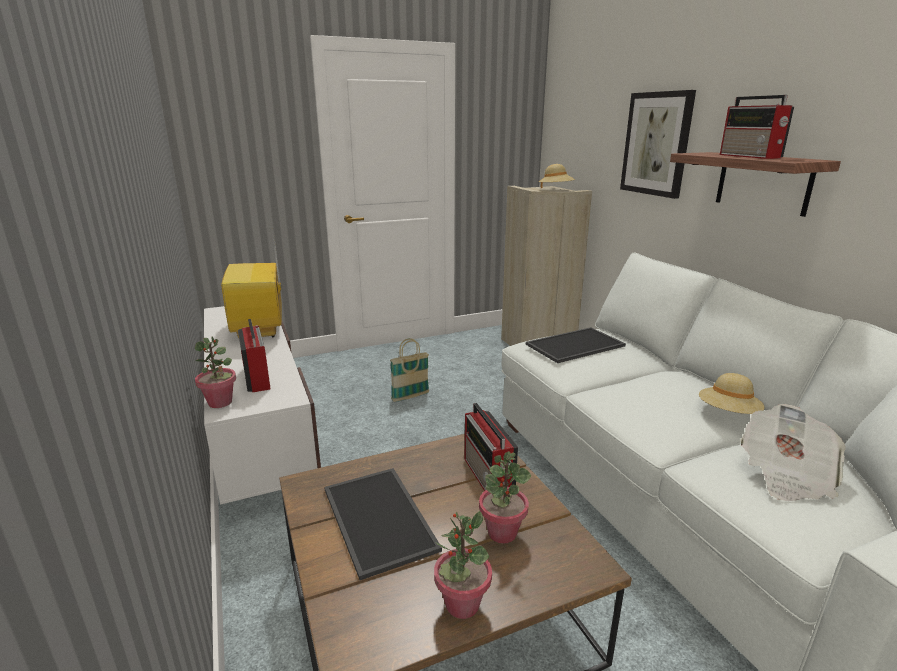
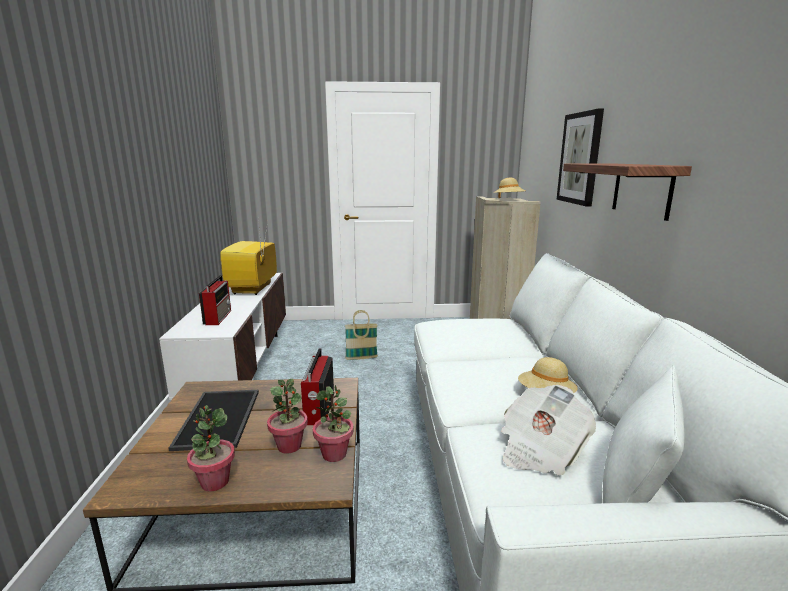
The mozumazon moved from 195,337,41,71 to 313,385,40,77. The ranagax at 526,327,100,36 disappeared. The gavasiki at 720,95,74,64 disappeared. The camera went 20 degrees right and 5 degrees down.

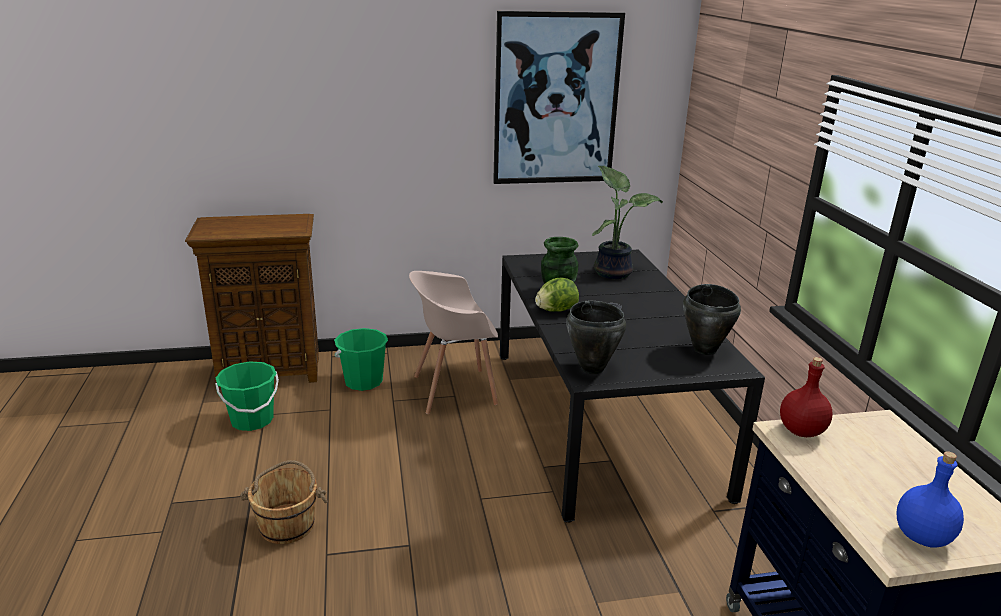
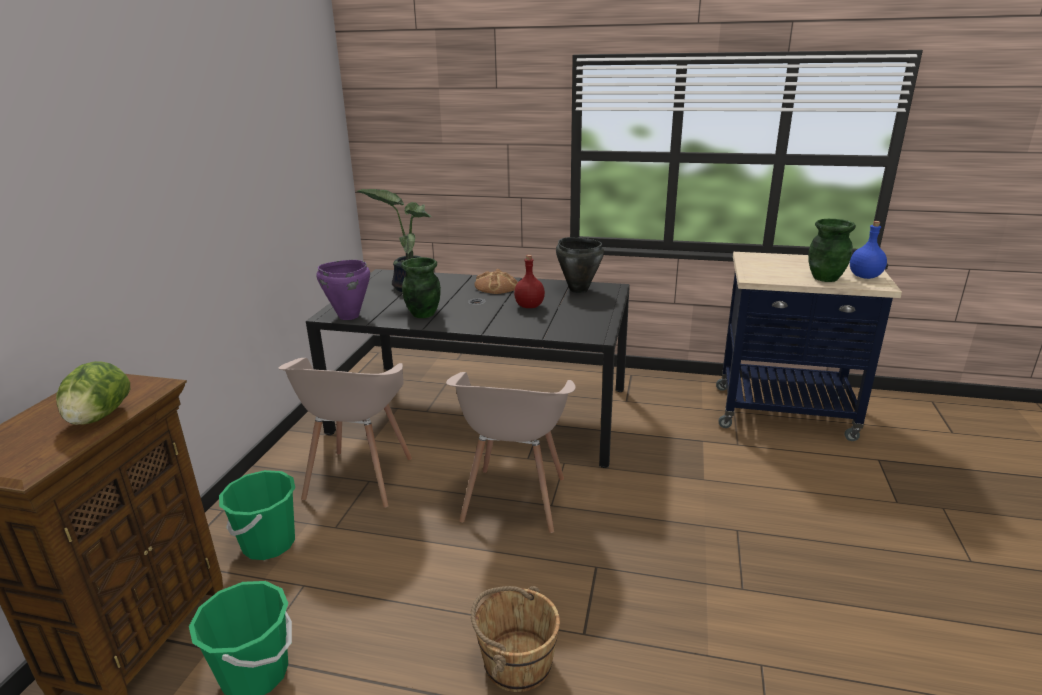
The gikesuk at 493,11,132,173 disappeared. The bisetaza moved from 535,277,44,35 to 56,361,74,64. The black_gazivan at 566,301,60,73 disappeared. The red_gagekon moved from 780,357,53,80 to 514,255,31,53. The purple_gazivan at 316,260,54,60 appeared. The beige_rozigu at 446,372,130,161 appeared. The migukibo at 475,269,43,25 appeared. The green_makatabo at 808,219,48,63 appeared. The camera went 65 degrees left and 0 degrees up.

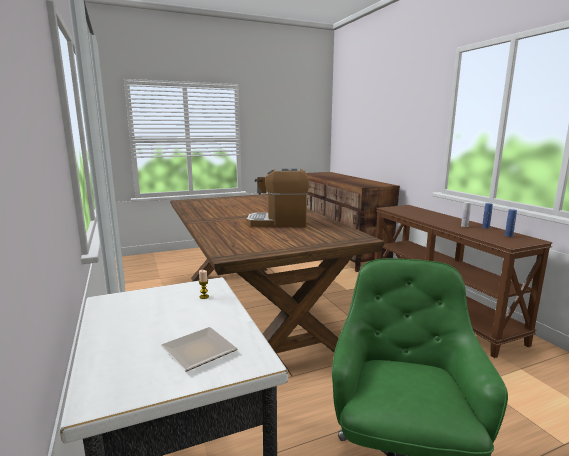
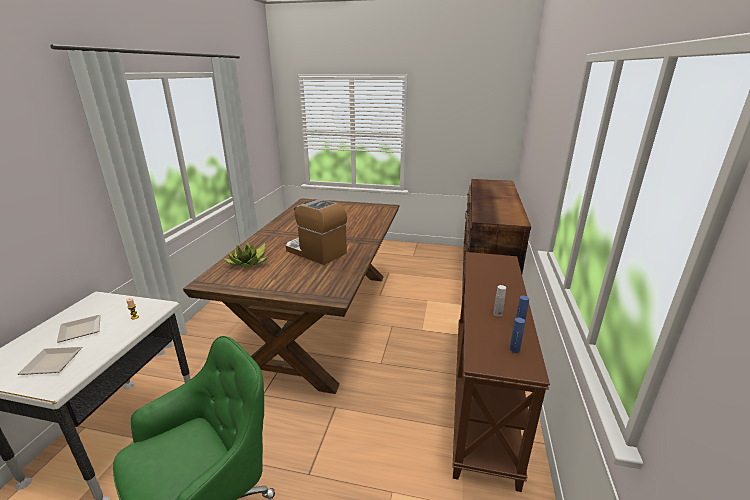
The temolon at 57,315,44,28 appeared. The mozumazon at 223,242,45,26 appeared. The camera went 35 degrees right and 10 degrees up.

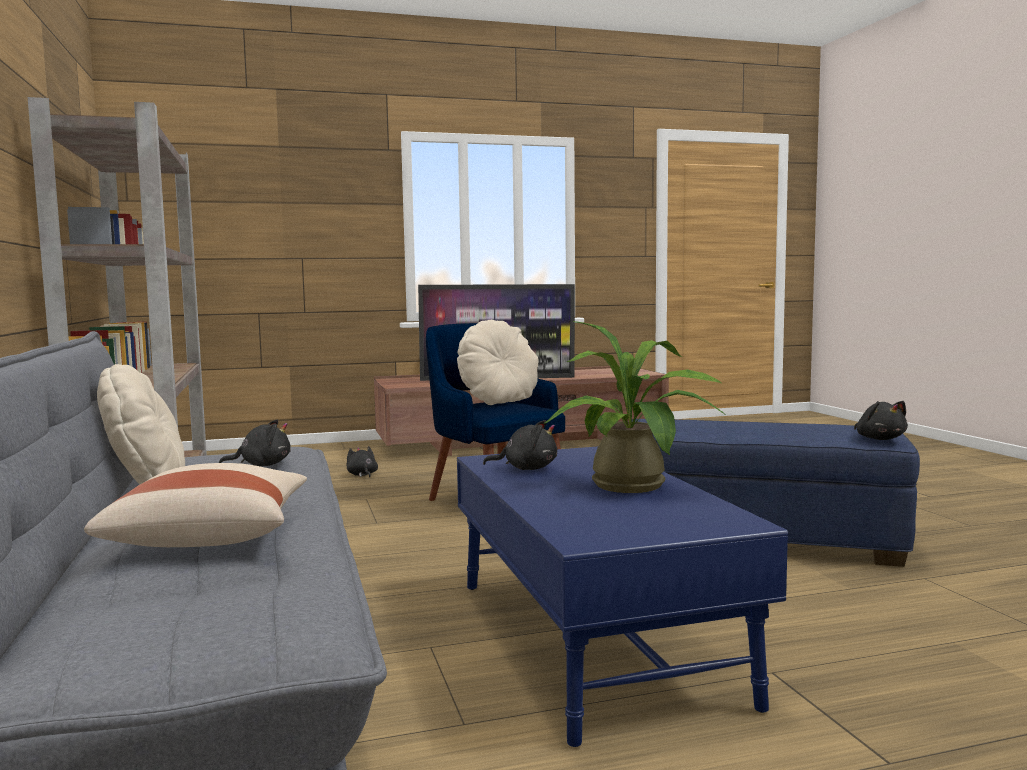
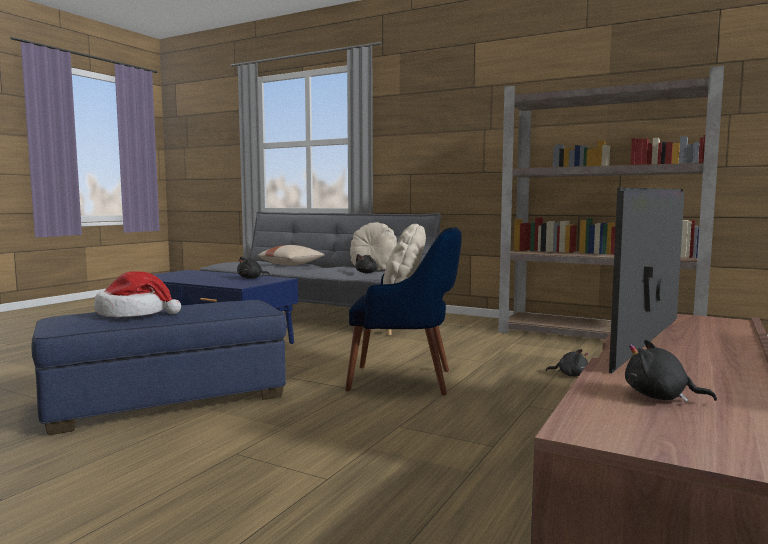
The mozumazon at 543,321,184,172 disappeared. The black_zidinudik moved from 854,401,54,39 to 625,339,92,63. The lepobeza at 94,271,87,46 appeared. The camera went 135 degrees right and 0 degrees up.

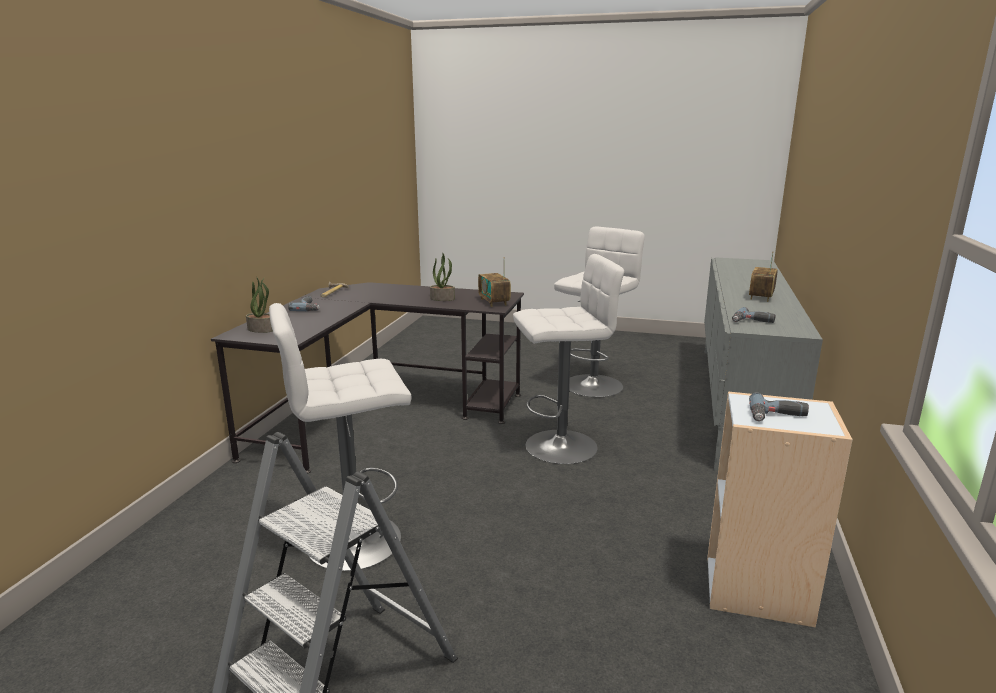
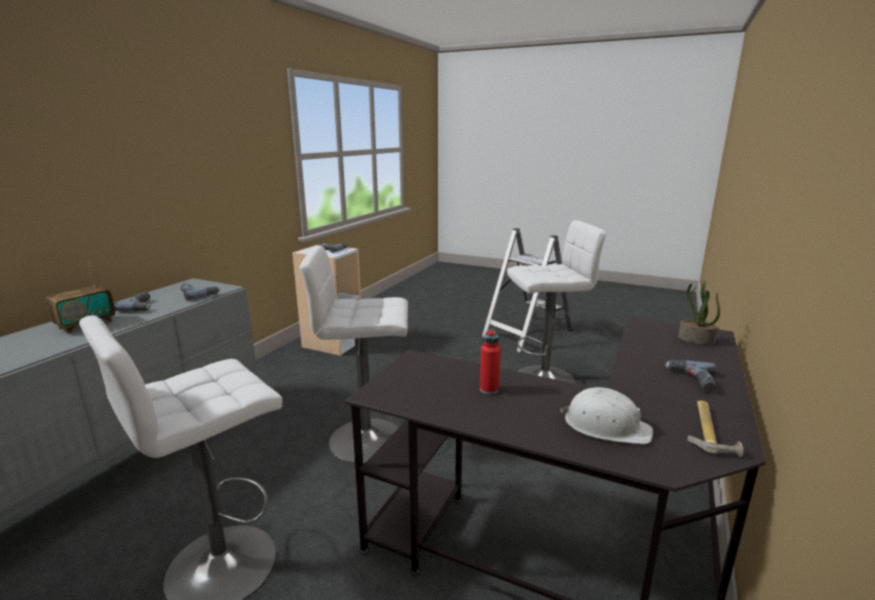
The mozumazon at 430,253,25,48 was replaced by the red_gagekon at 480,329,21,65. The gavasiki at 478,257,33,50 disappeared. The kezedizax at 114,292,37,19 appeared. The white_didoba at 560,387,93,57 appeared. The camera went 170 degrees left and 0 degrees up.

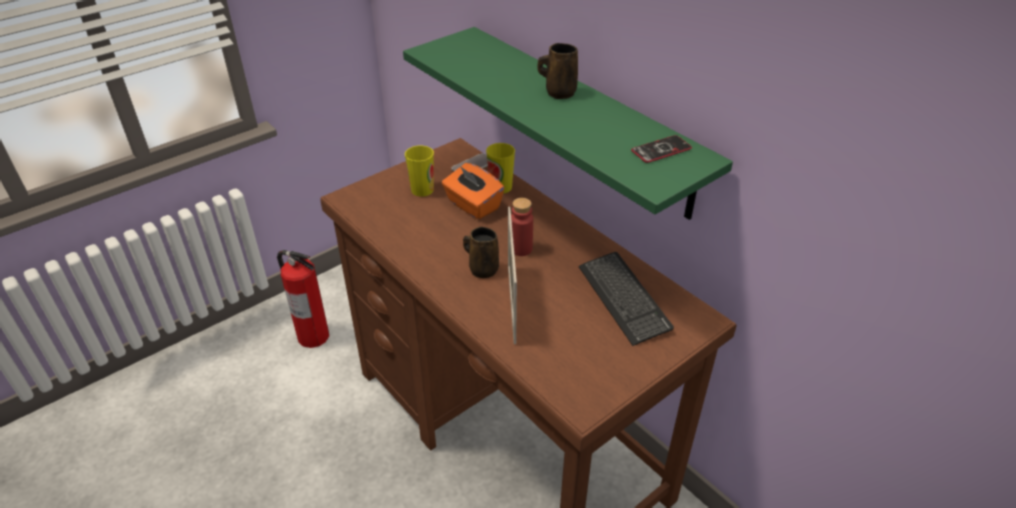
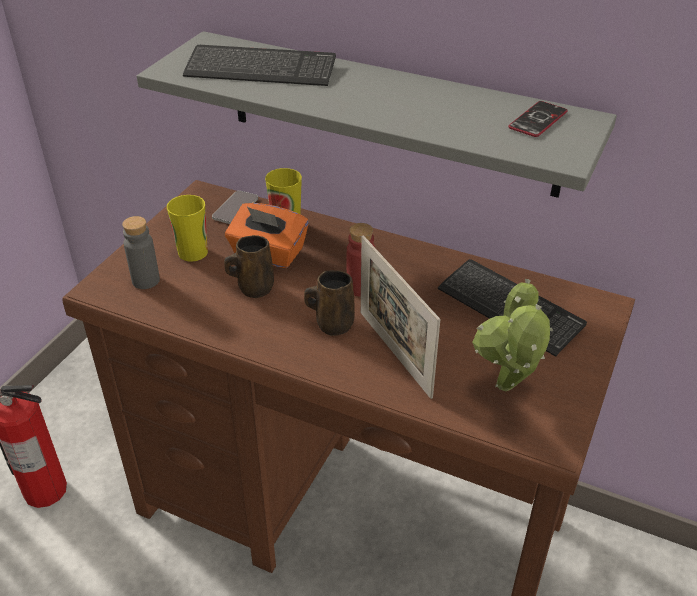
The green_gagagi at 403,27,330,193 became the grey_gagagi at 137,31,480,167. The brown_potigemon moved from 538,43,40,56 to 224,235,50,63. The grey_gagekon at 122,216,38,73 appeared. The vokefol at 183,45,153,41 appeared. The mozumazon at 472,279,81,113 appeared. The camera went 25 degrees left and 0 degrees up.

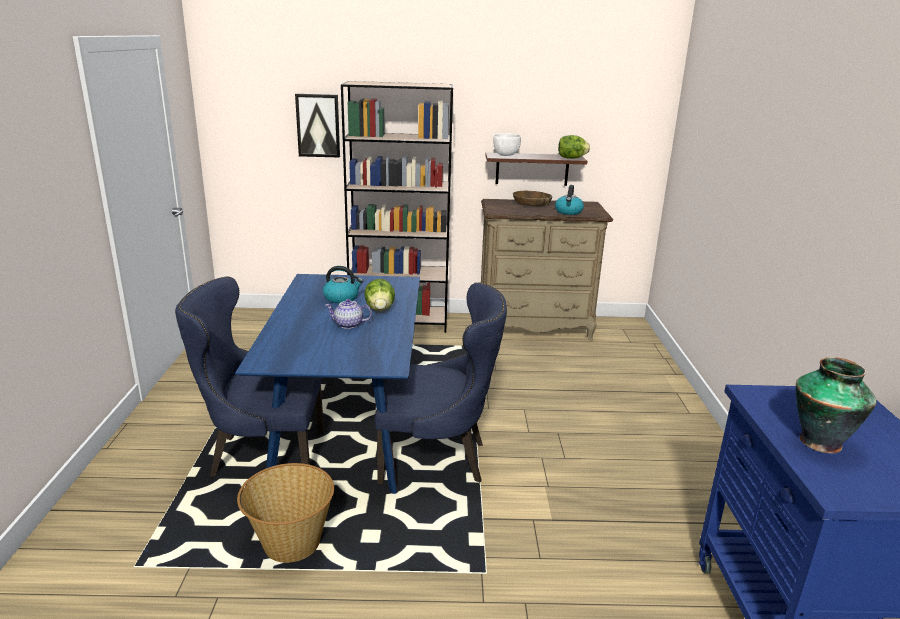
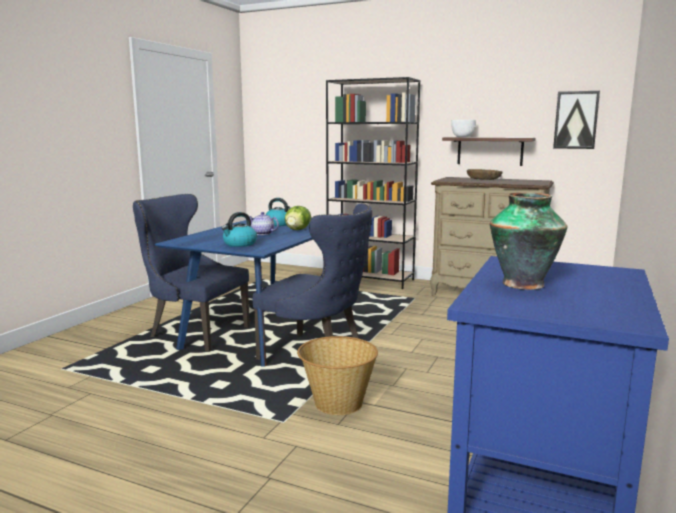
The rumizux moved from 237,463,97,100 to 297,336,81,79. The gikesuk moved from 295,94,45,64 to 553,91,47,58. The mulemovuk moved from 555,185,29,30 to 221,212,36,35. The bisetaza at 558,135,32,24 disappeared. The camera went 25 degrees right and 10 degrees down.

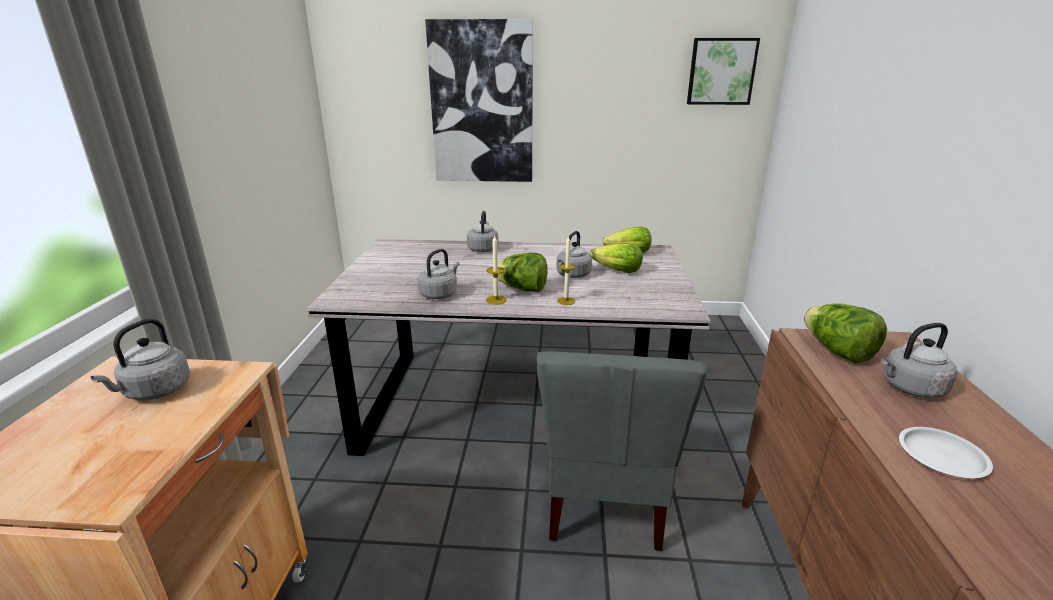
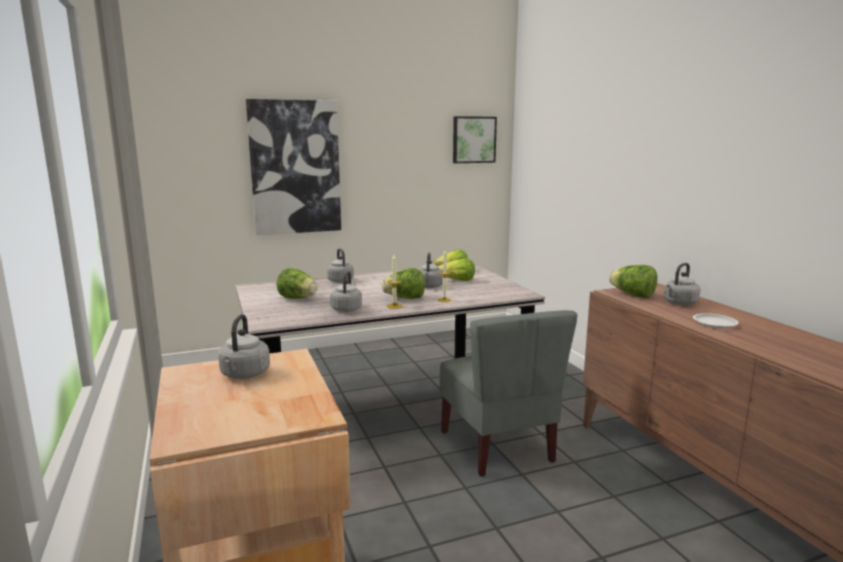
The bisetaza at 276,268,42,31 appeared. The camera went 25 degrees left and 10 degrees down.

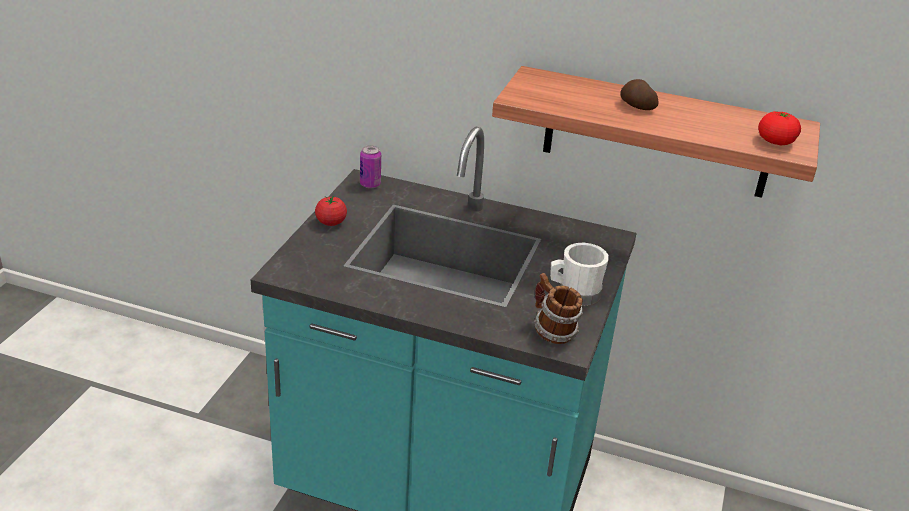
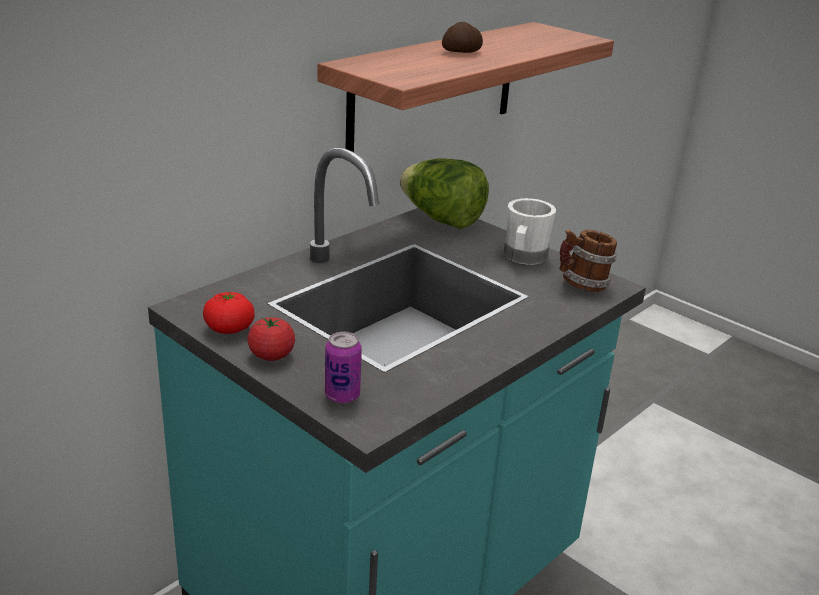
The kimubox moved from 360,145,21,44 to 325,332,37,72. The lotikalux moved from 758,111,43,34 to 203,292,51,42. The bisetaza at 400,158,89,71 appeared. The camera went 65 degrees left and 5 degrees down.

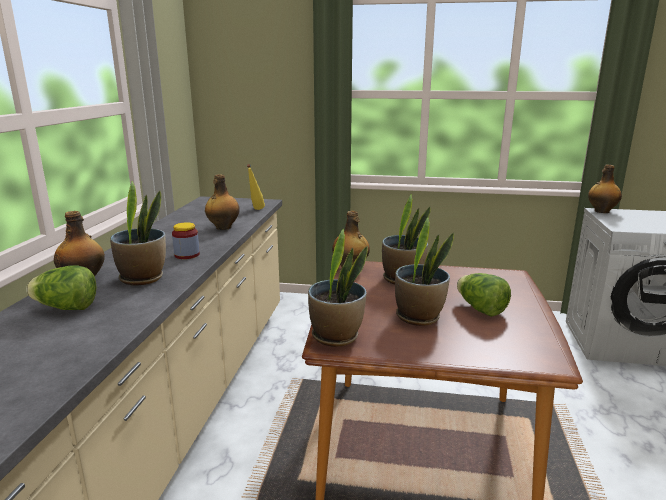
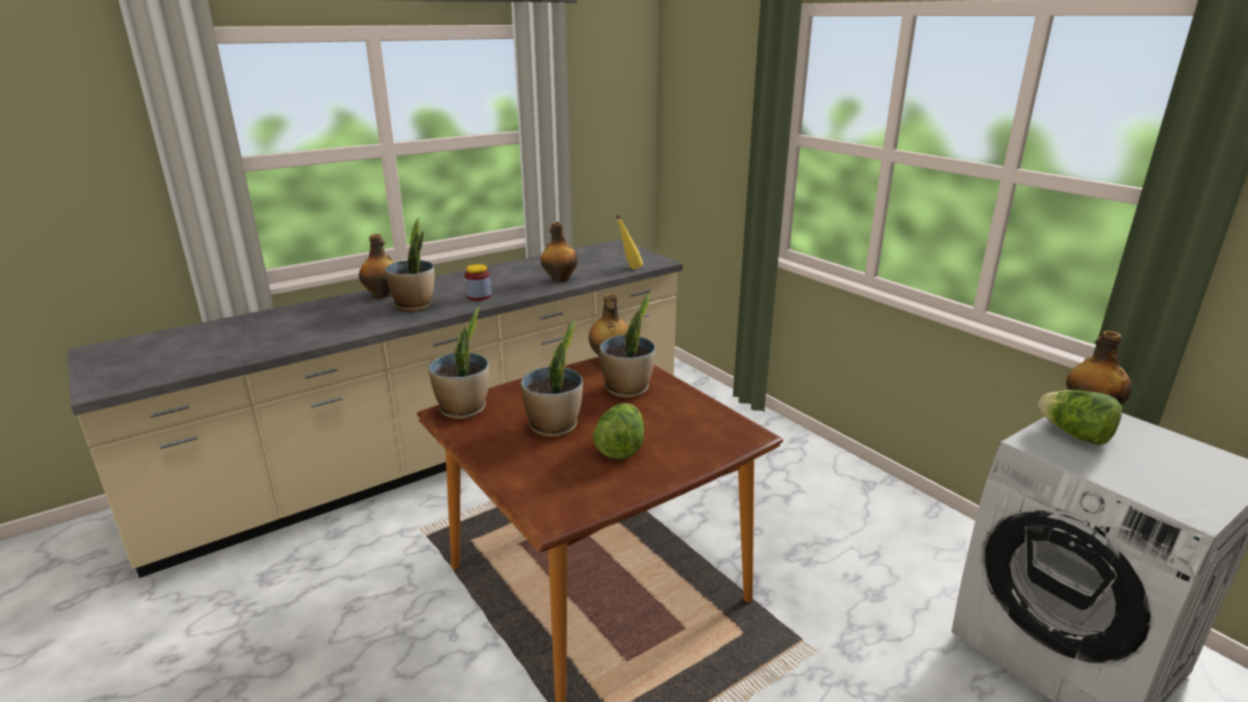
The bisetaza moved from 26,265,70,45 to 1038,390,84,56. The camera went 45 degrees right and 5 degrees up.

